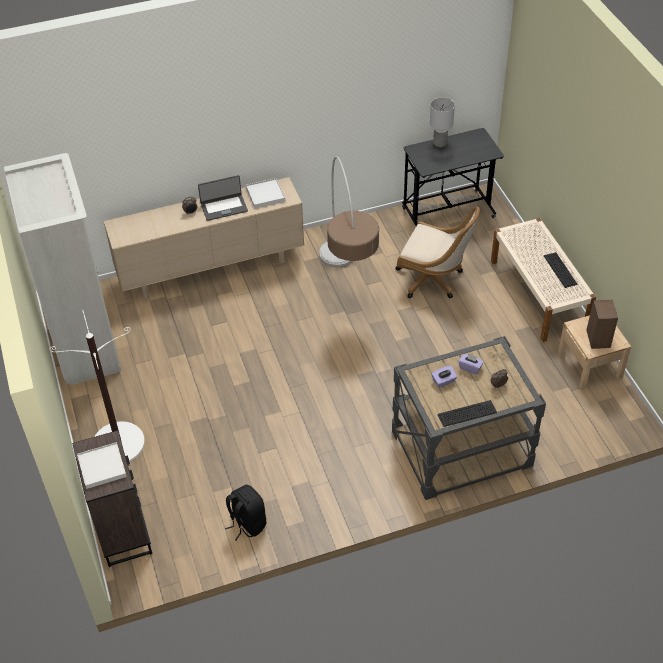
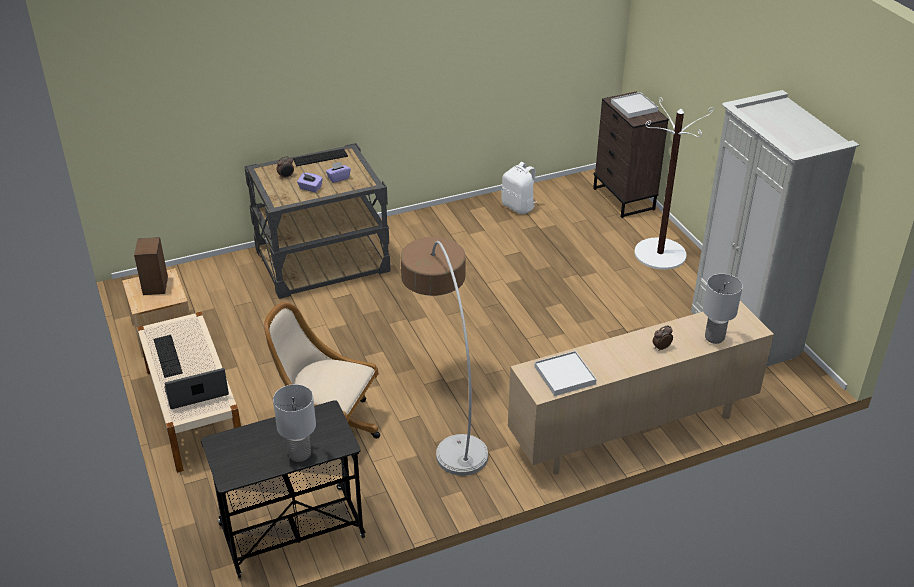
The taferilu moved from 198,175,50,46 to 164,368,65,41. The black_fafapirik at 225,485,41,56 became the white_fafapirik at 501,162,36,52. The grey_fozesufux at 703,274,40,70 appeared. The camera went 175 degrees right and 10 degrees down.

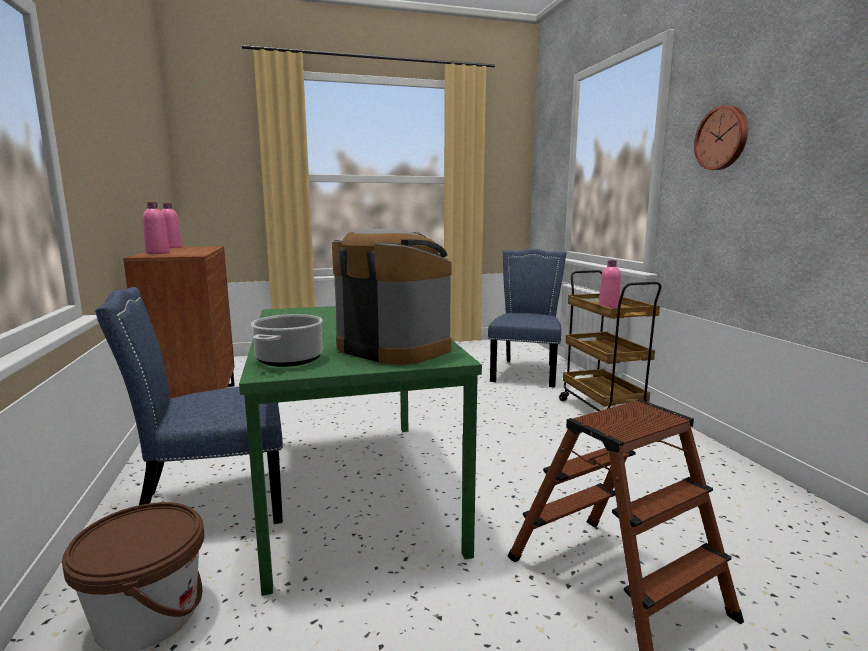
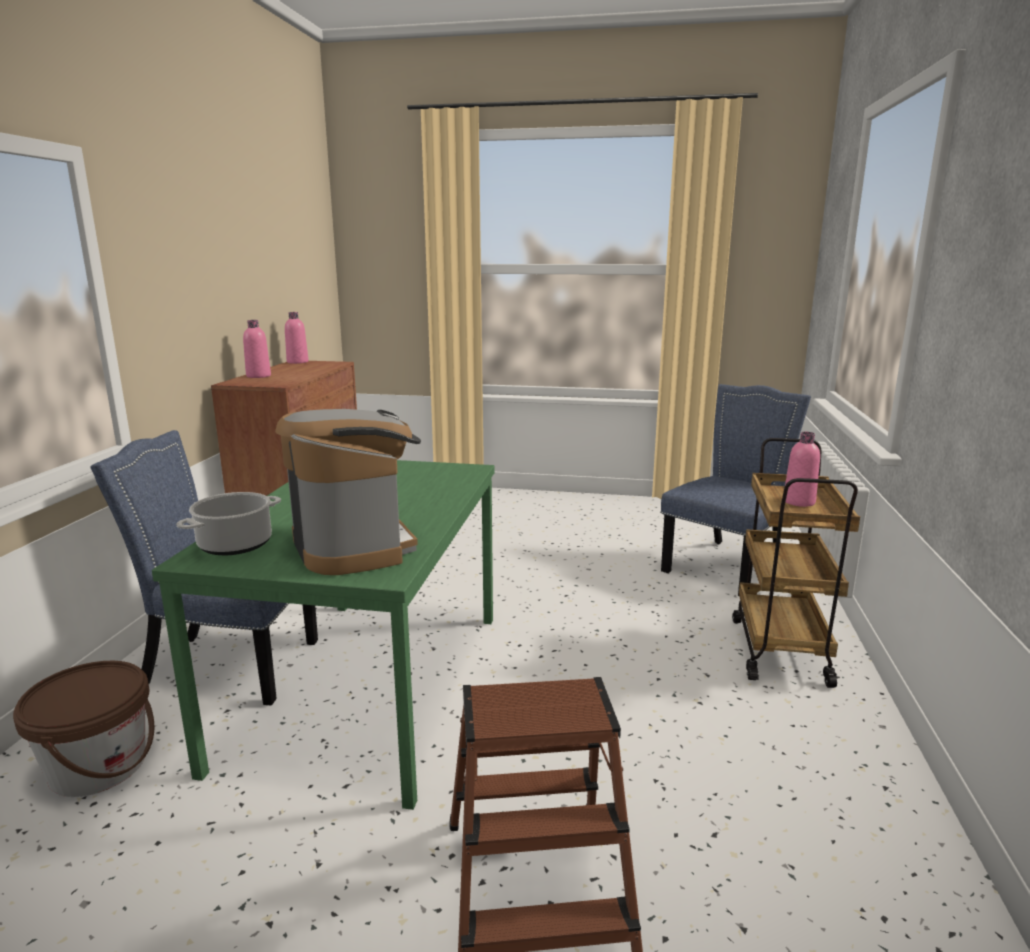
The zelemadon at 694,105,54,65 disappeared. The camera went 25 degrees right and 5 degrees up.

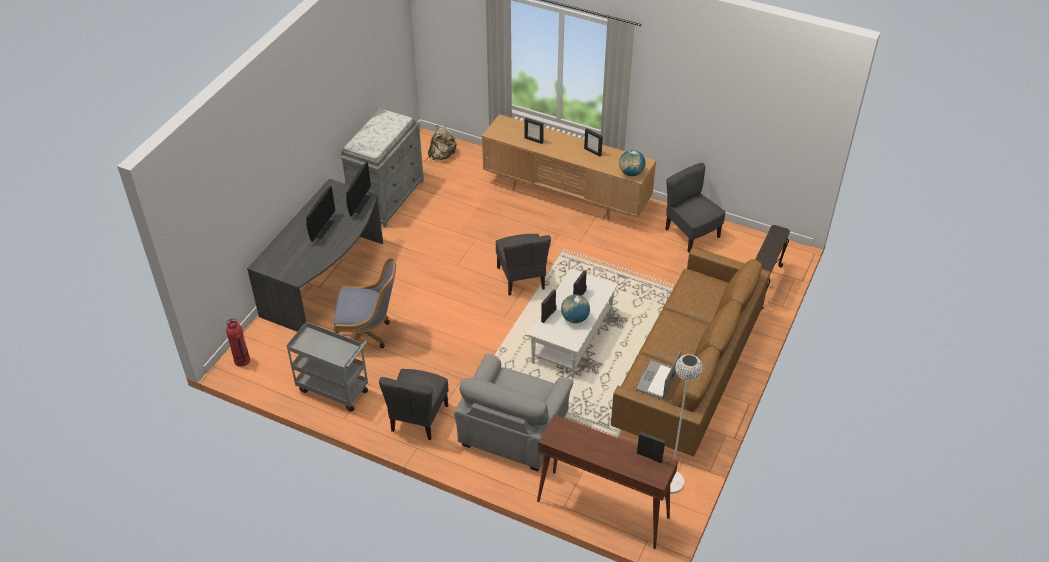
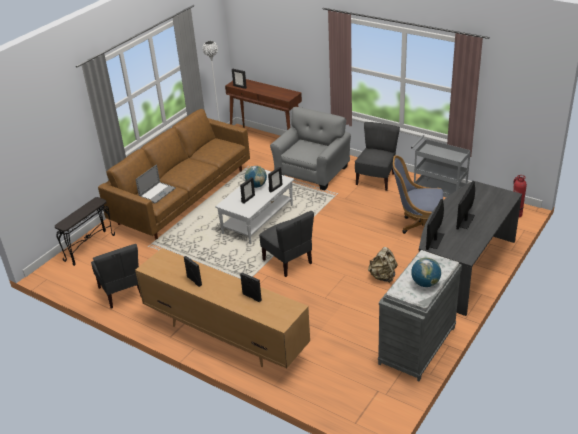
The beige_fafapirik moved from 428,125,29,35 to 368,247,30,36. The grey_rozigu at 495,234,56,61 turned 150 degrees clockwise. The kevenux moved from 619,150,27,26 to 411,257,30,30. The taferilu moved from 635,350,46,49 to 135,164,41,40. The camera went 170 degrees left and 10 degrees down.

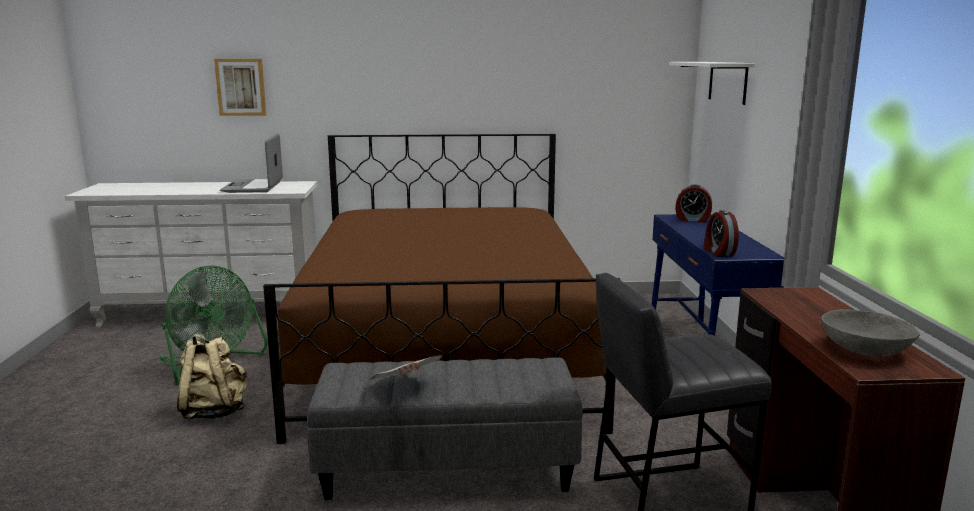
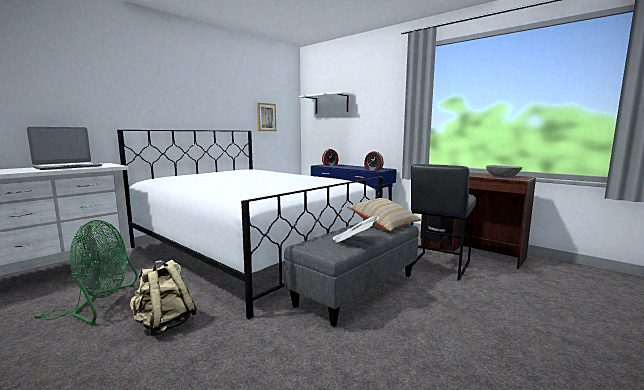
The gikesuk moved from 214,59,52,57 to 257,103,19,28. The taferilu at 220,134,63,59 turned 90 degrees counterclockwise. The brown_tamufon at 263,134,358,310 became the white_tamufon at 117,130,266,189. The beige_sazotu at 347,198,75,33 appeared. The camera went 45 degrees left and 5 degrees down.

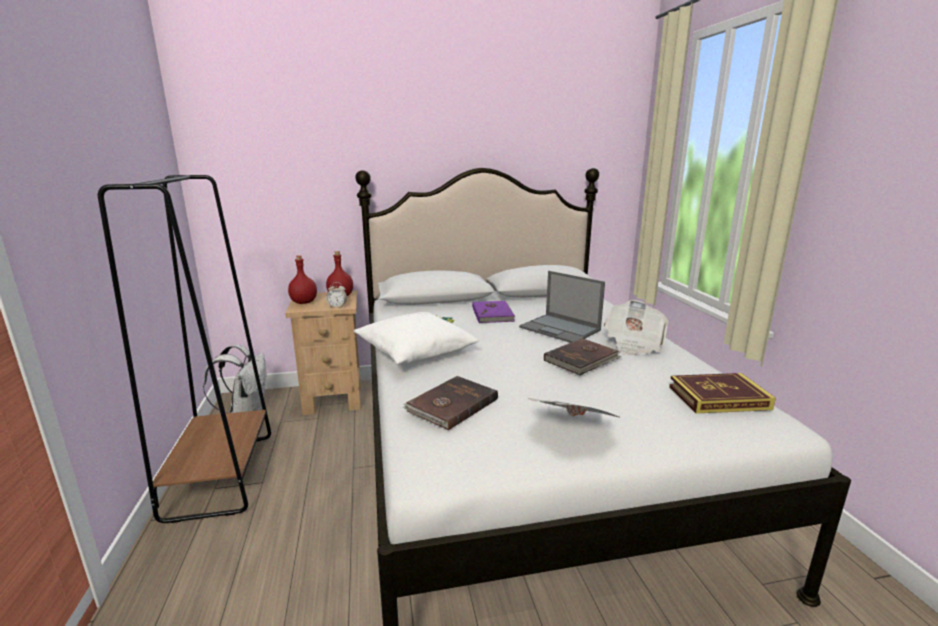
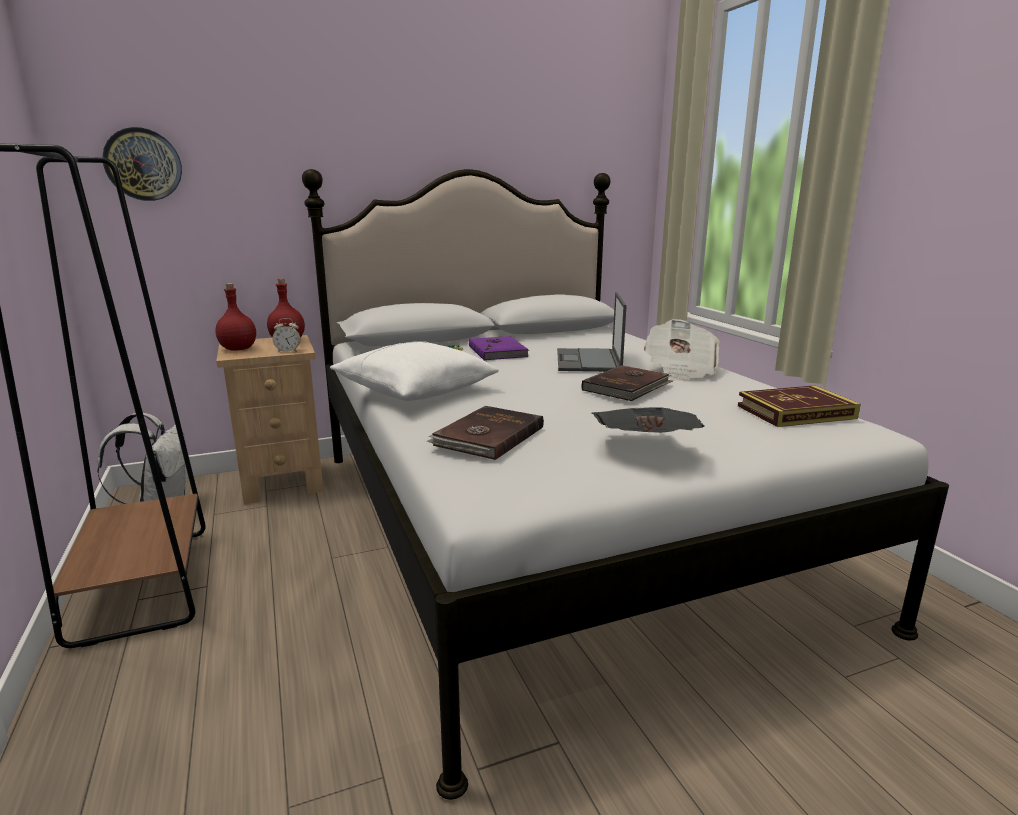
The taferilu at 519,271,86,72 turned 60 degrees clockwise. The zelemadon at 102,127,80,74 appeared. The camera went 10 degrees left and 0 degrees up.

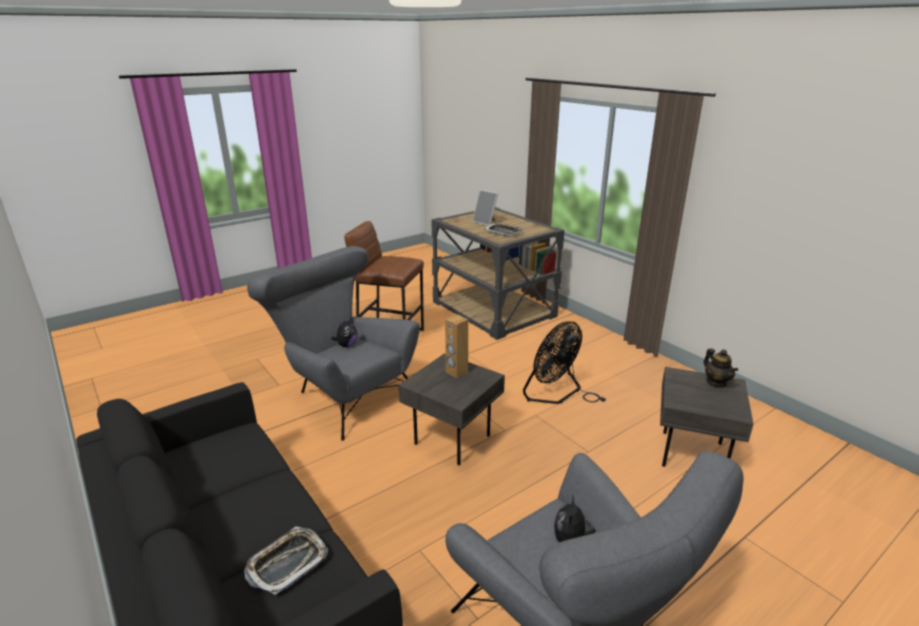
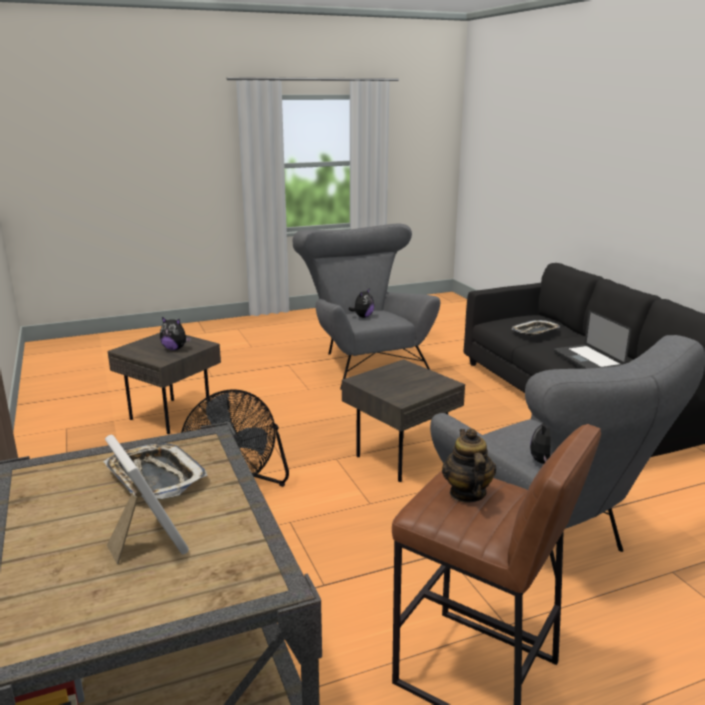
The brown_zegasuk at 445,314,23,64 disappeared. The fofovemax moved from 703,348,35,40 to 442,428,54,75. The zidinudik at 160,317,31,33 appeared. The taferilu at 554,310,77,59 appeared. The camera went 165 degrees left and 5 degrees down.

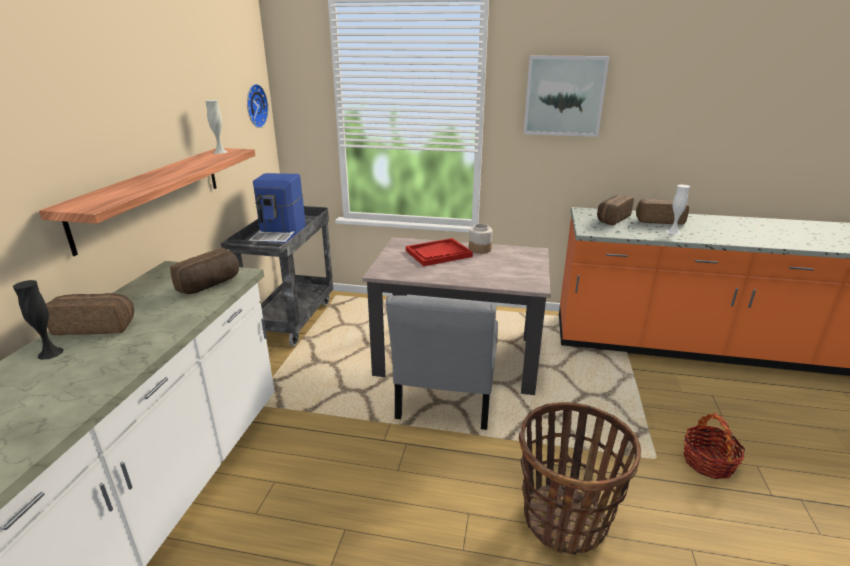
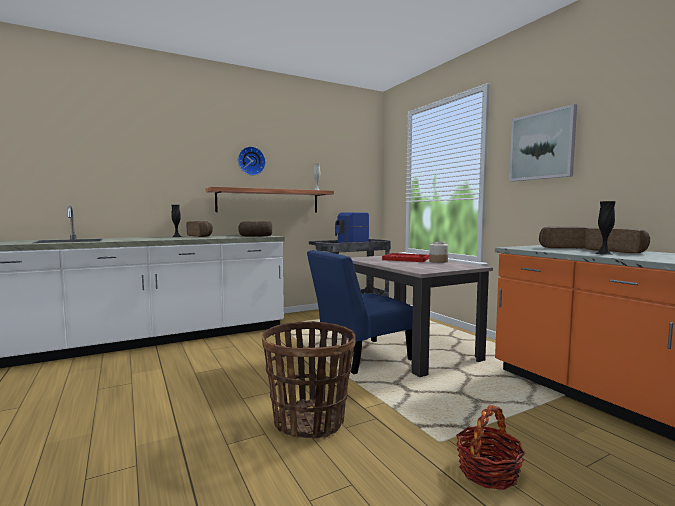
The zelemadon moved from 247,84,21,44 to 238,146,28,29. The grey_rozigu at 385,294,113,136 became the blue_rozigu at 307,250,106,124. The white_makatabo at 666,185,24,50 became the black_makatabo at 595,201,21,54. The camera went 50 degrees right and 20 degrees down.

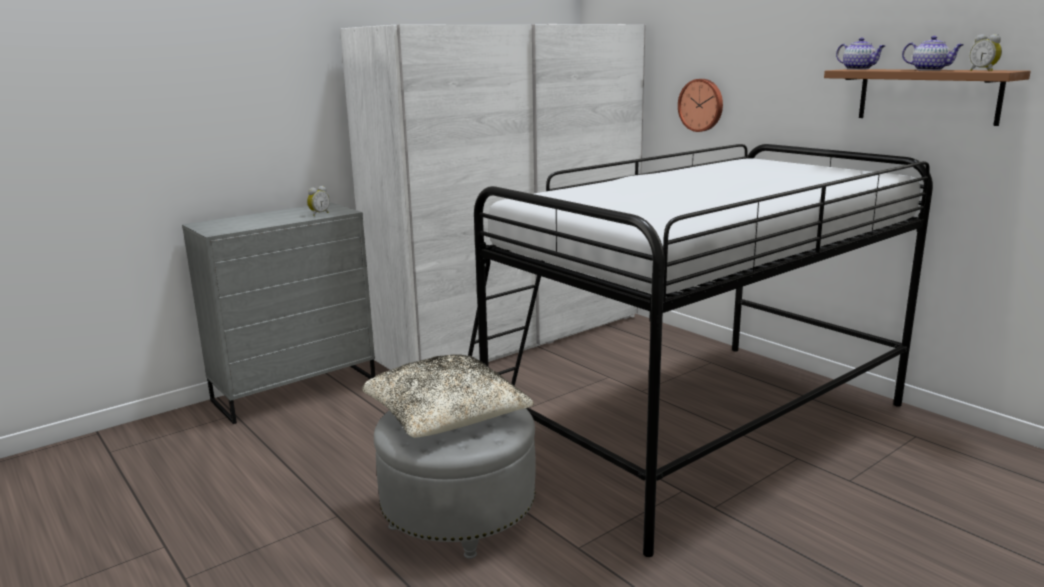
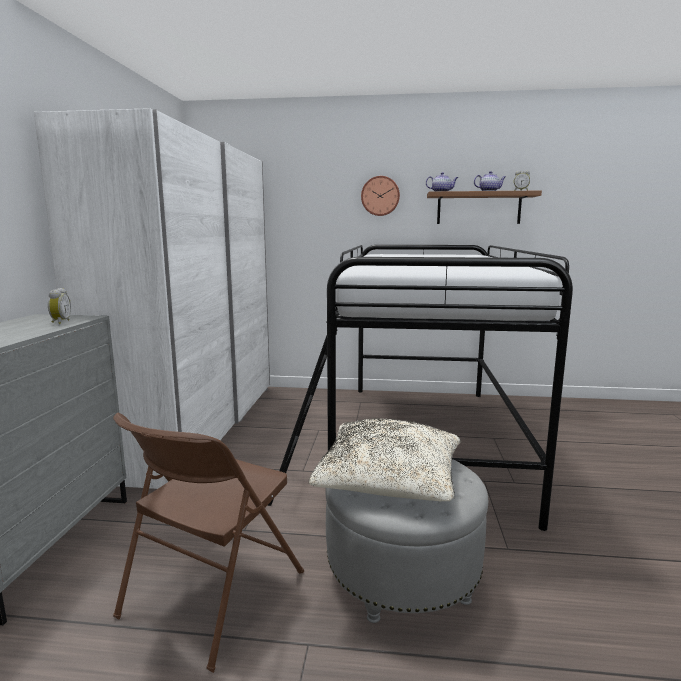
The zelemadon moved from 678,79,45,53 to 361,176,39,40. The brown_rozigu at 113,412,191,261 appeared. The camera went 45 degrees left and 5 degrees down.

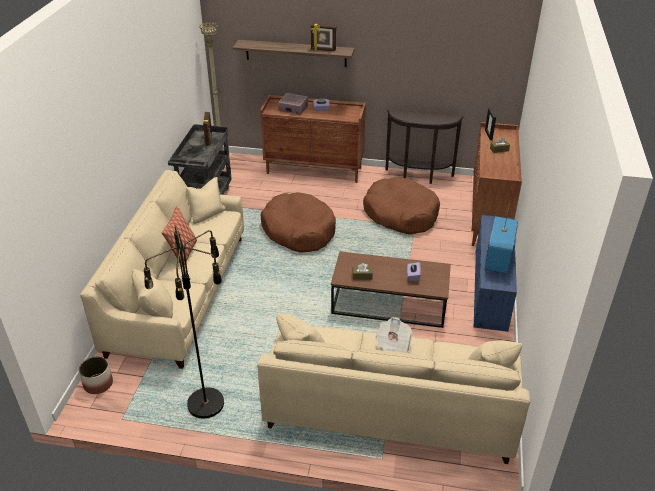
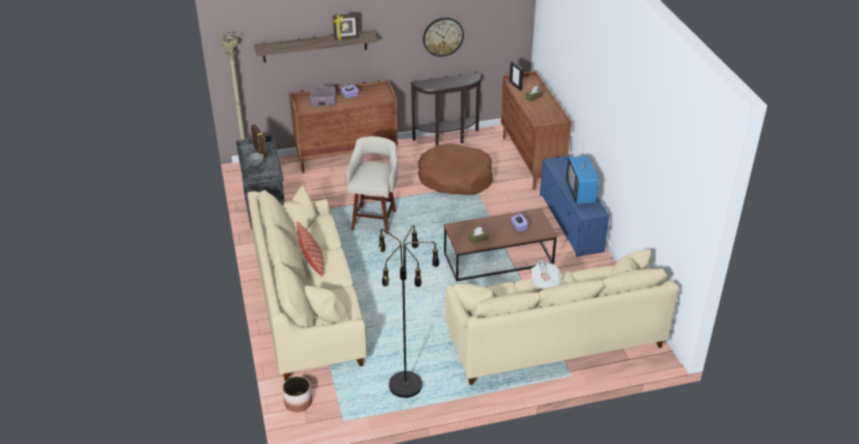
The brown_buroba at 261,192,75,60 was replaced by the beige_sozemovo at 346,136,52,98. The zelemadon at 423,17,41,40 appeared. The camera went 25 degrees left and 0 degrees up.

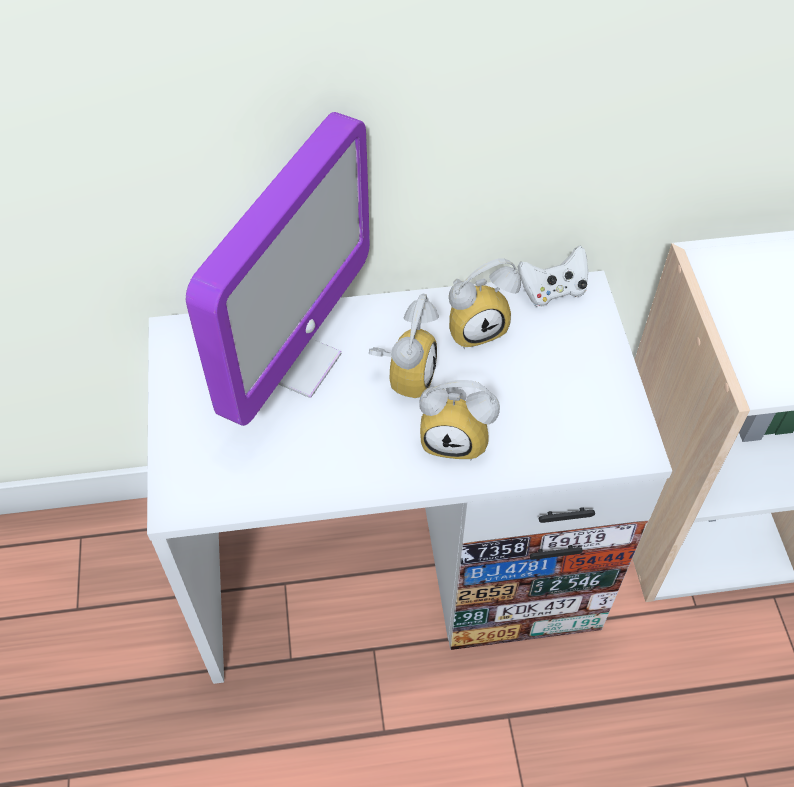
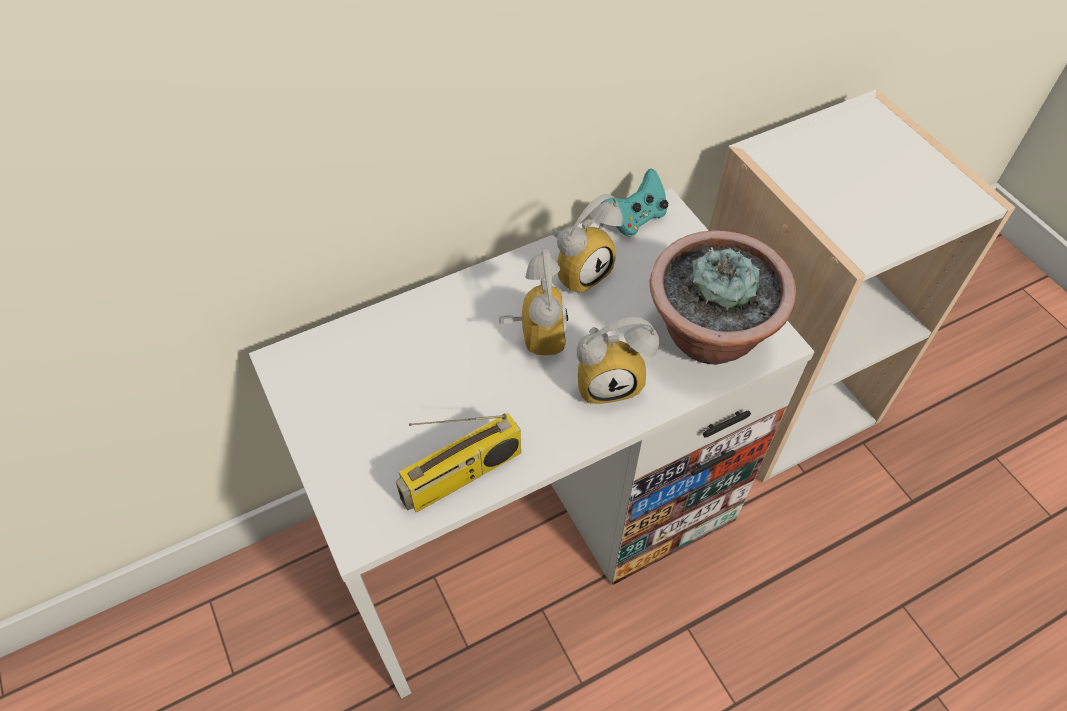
The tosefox at 186,112,184,314 disappeared. The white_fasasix at 518,246,70,61 became the turquoise_fasasix at 602,169,66,67. The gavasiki at 396,413,125,99 appeared. The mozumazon at 650,230,147,134 appeared. The camera went 20 degrees left and 0 degrees up.

